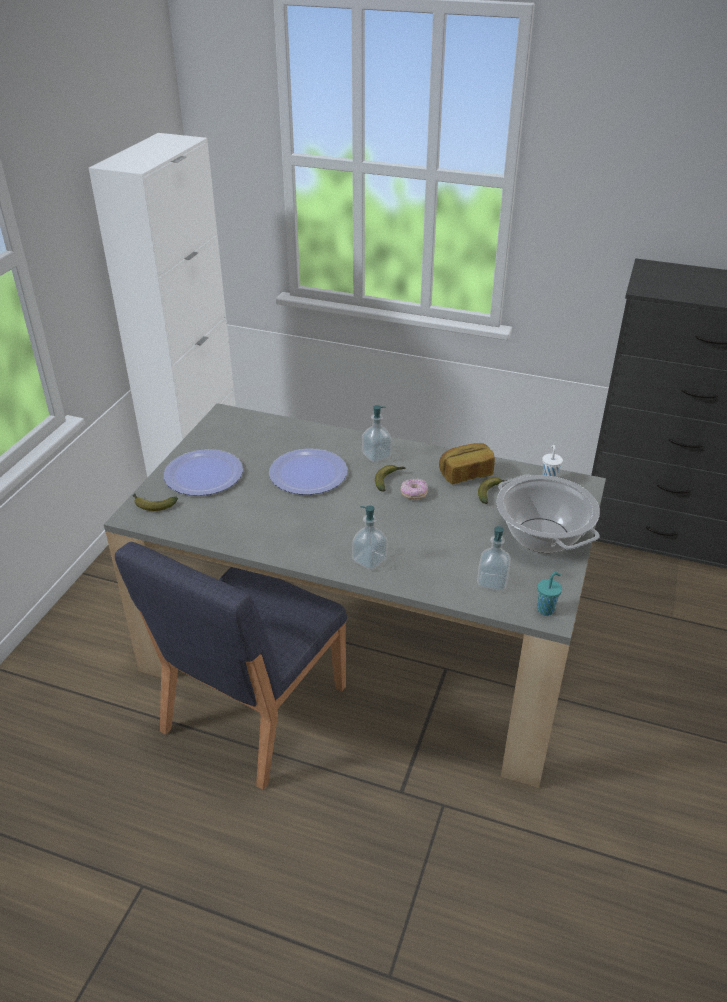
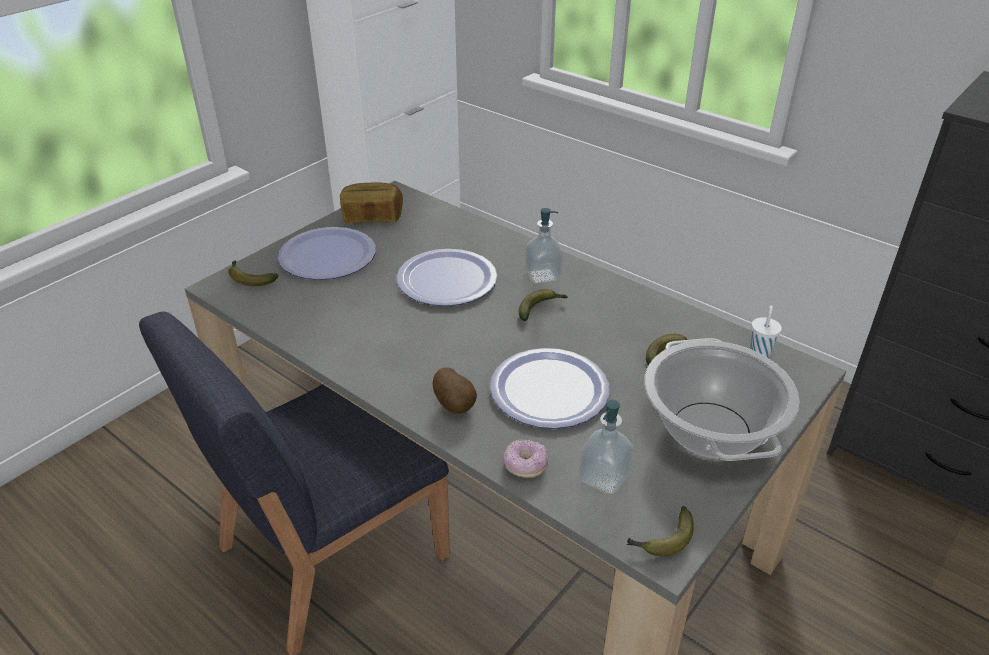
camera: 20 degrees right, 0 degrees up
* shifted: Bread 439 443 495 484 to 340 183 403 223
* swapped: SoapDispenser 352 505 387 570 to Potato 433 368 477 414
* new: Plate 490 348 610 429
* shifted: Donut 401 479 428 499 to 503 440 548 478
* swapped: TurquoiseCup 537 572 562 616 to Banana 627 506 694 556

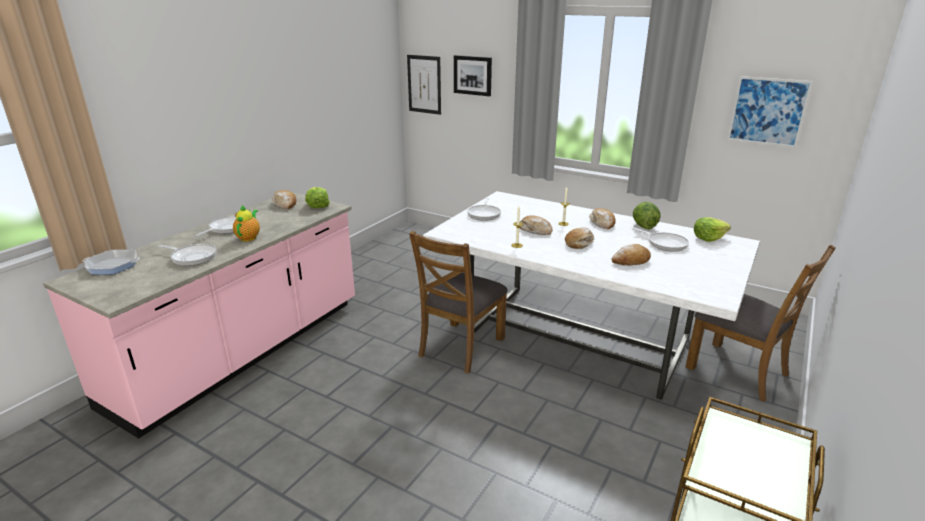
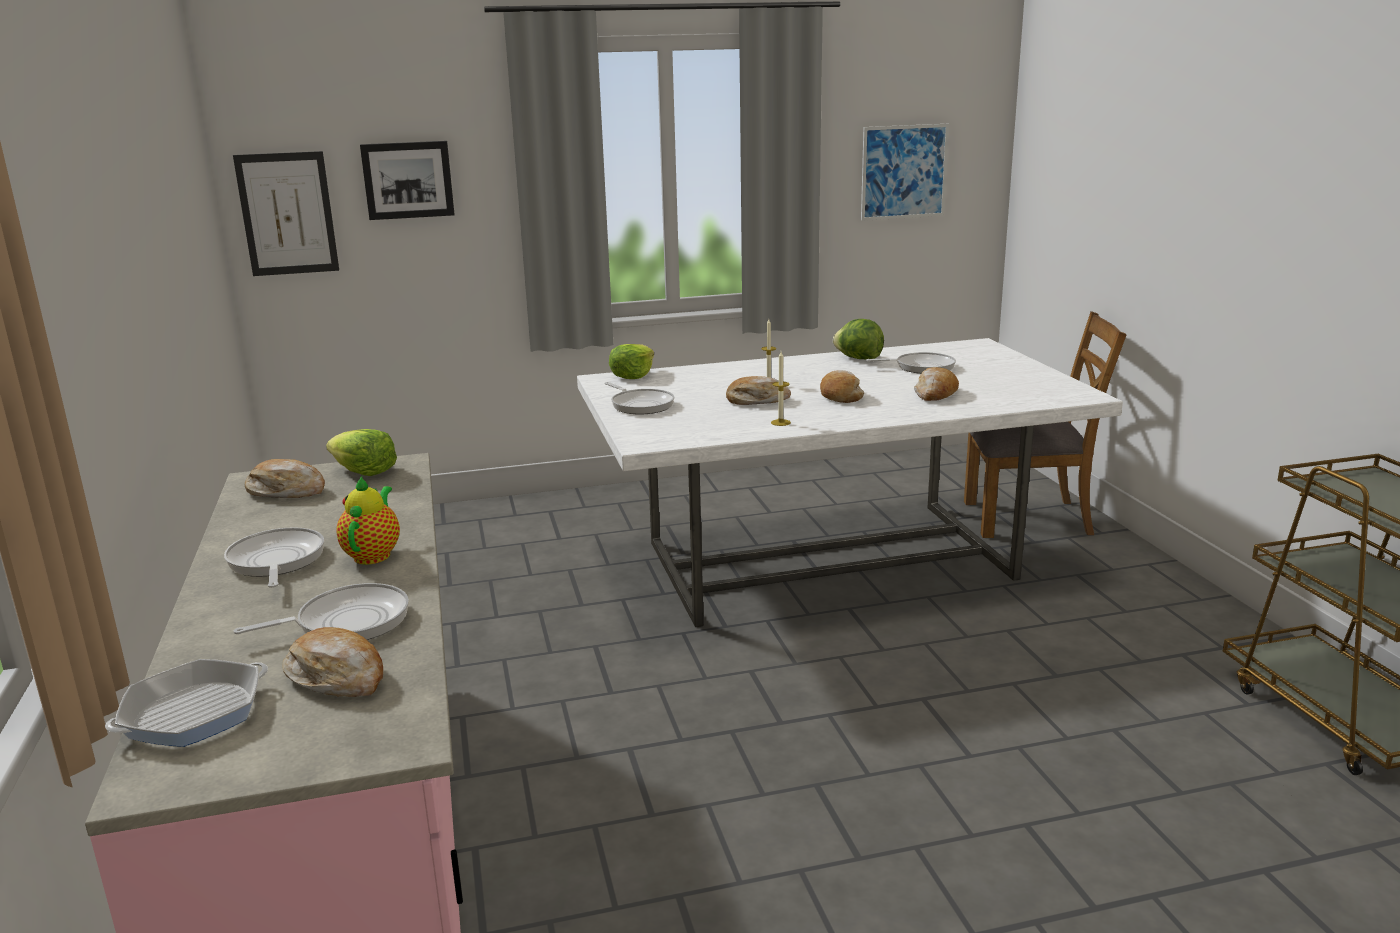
camera: 45 degrees left, 5 degrees down
* shifted: Bread 589 208 616 229 to 282 627 383 697
* rotated: Teapot 233 205 260 242 = 336 476 400 565 45 degrees clockwise
* shifted: Lettuce 694 217 731 242 to 609 344 654 379
* gone: BrownChair 409 231 508 374

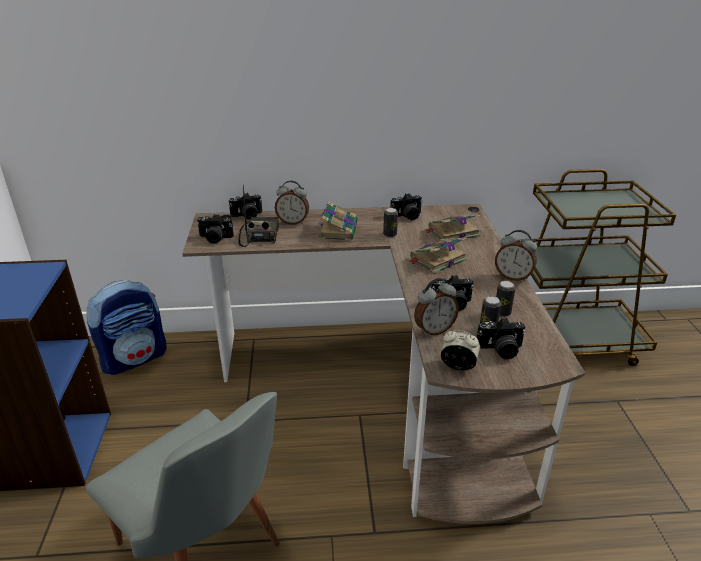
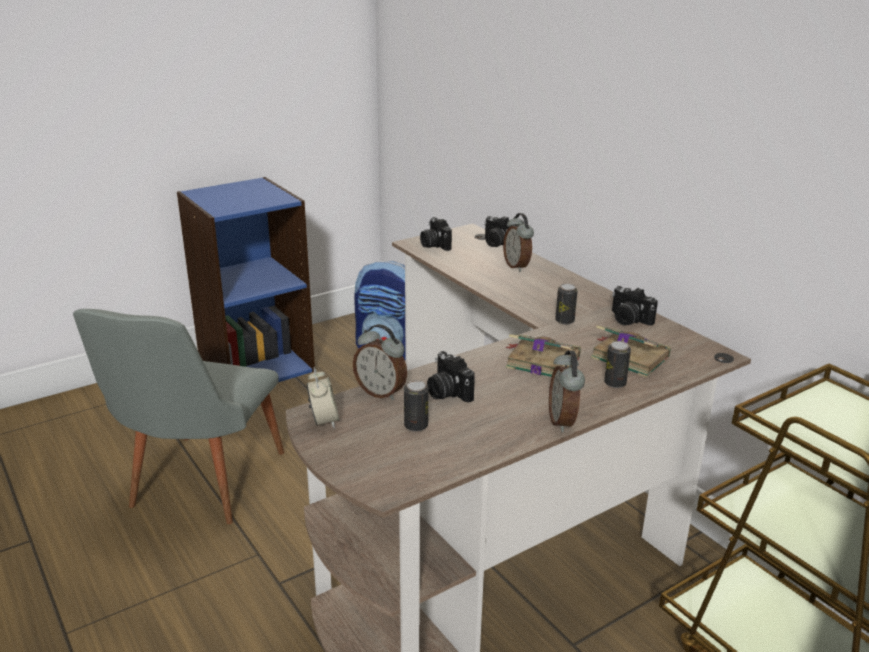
camera: 60 degrees right, 5 degrees down
* shifted: Can 496 281 516 317 to 604 341 631 388
* gone: Radio 238 184 279 247
* gone: Book 319 201 358 240
* gone: PhotoCamera 477 318 526 359

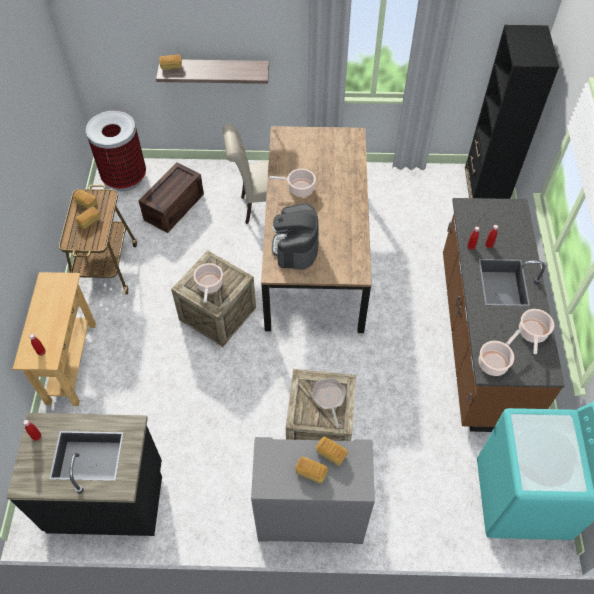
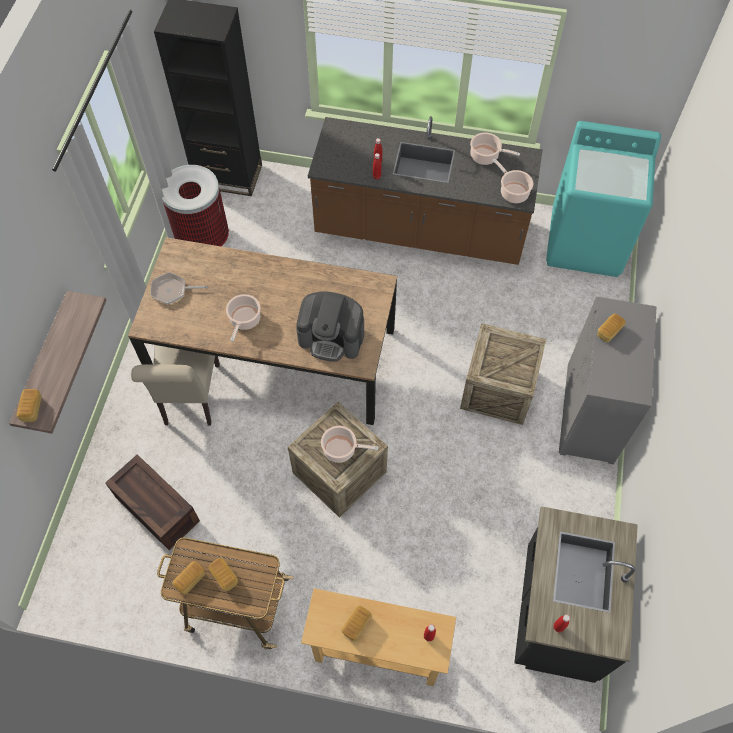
camera: 80 degrees left, 5 degrees up
* shifted: FryingPan 312 378 346 428 to 151 272 207 304
* shifted: TrashCan 86 111 146 191 to 162 165 229 247
* shifted: Bread 295 457 328 483 to 342 605 372 641

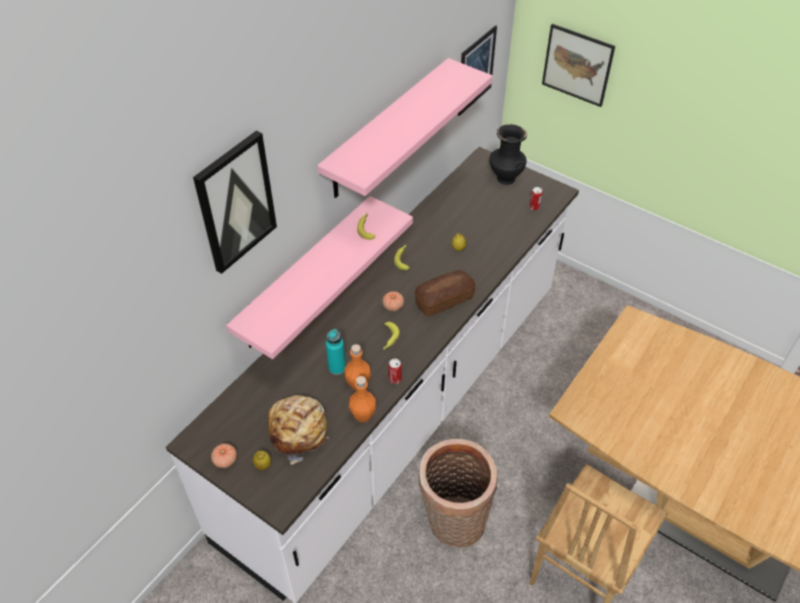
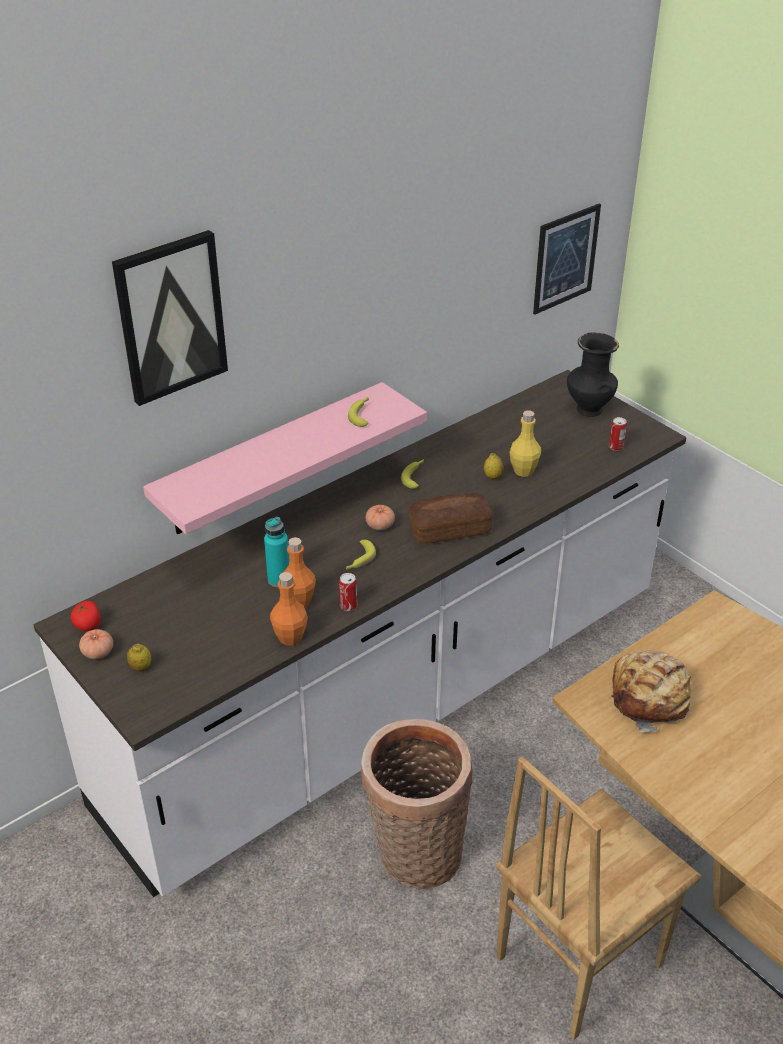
camera: 15 degrees right, 10 degrees down
* new: Tomato 71 601 101 631
* new: YellowBottle 510 410 541 477
* shifted: Bread 268 395 329 465 to 611 650 692 733
* gone: PinkShelf 317 58 493 198
* gone: Picture 542 24 615 107

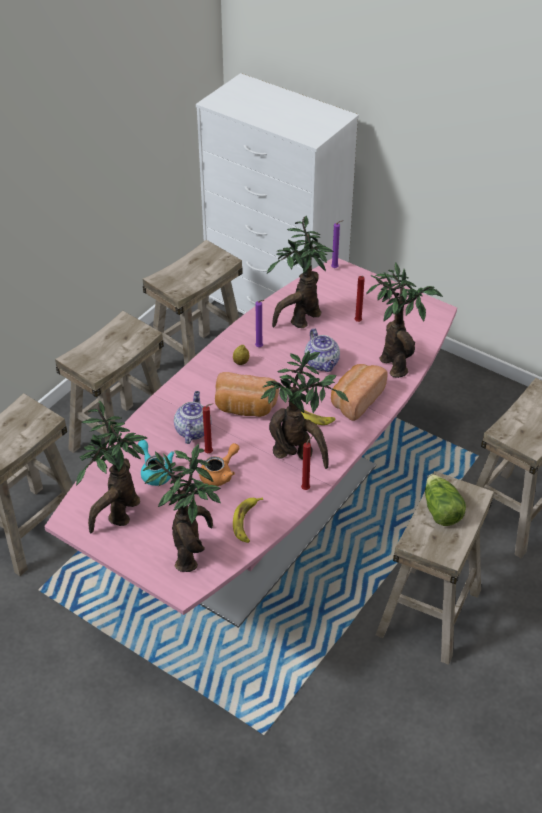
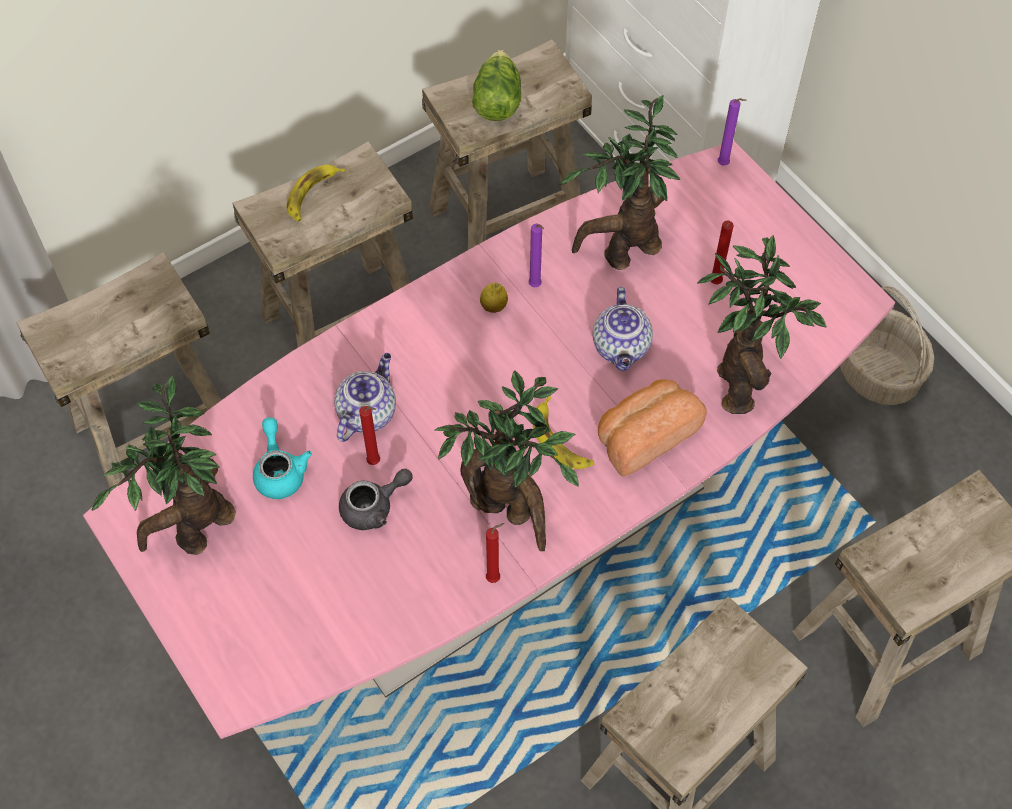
camera: 20 degrees right, 15 degrees up
* shifted: Banana 233 497 263 543 to 287 165 345 222
* repainted: OrangeTeapot 199 443 239 486 to GreyTeapot 339 469 413 530
* shifted: Lettuce 425 474 466 526 to 472 50 521 121
* new: Basket 840 286 934 405
* gone: PottedPlant 143 444 221 572
* gone: Bread 215 372 279 417

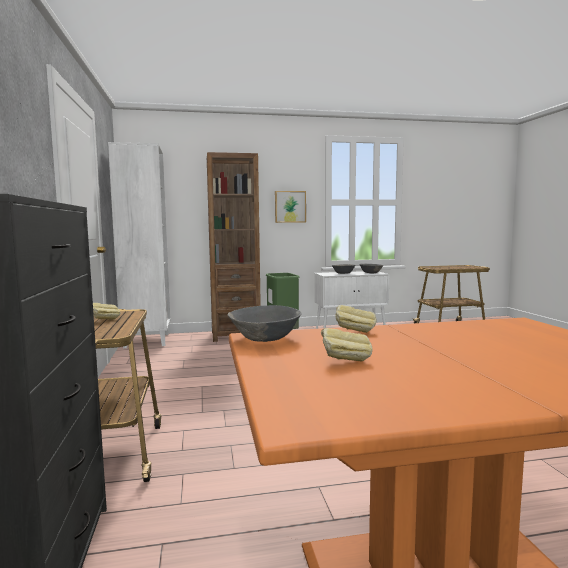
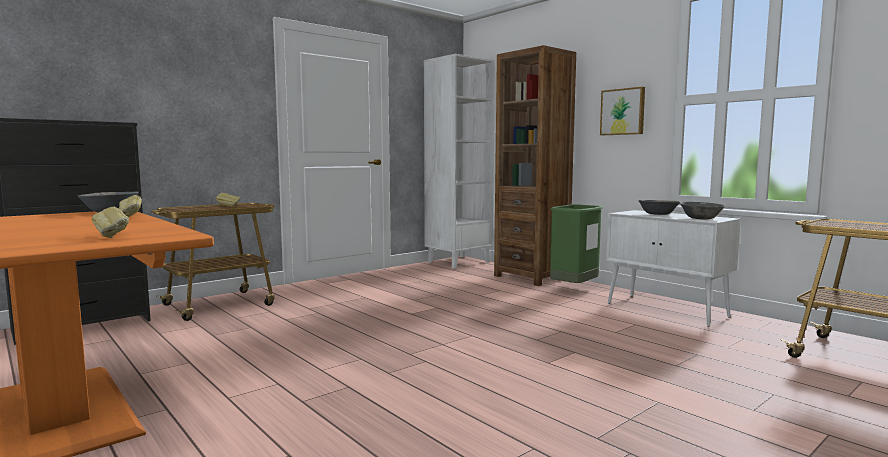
camera: 60 degrees right, 0 degrees up
* shifted: Bread 321 328 373 361 to 92 207 129 238

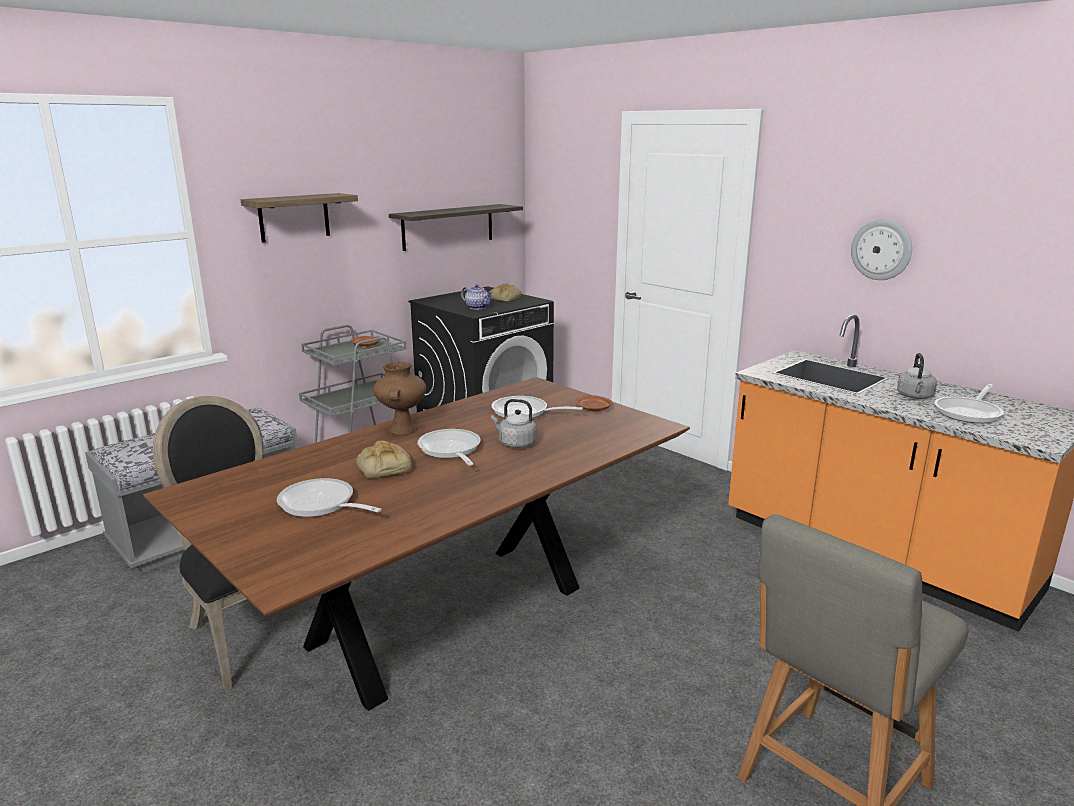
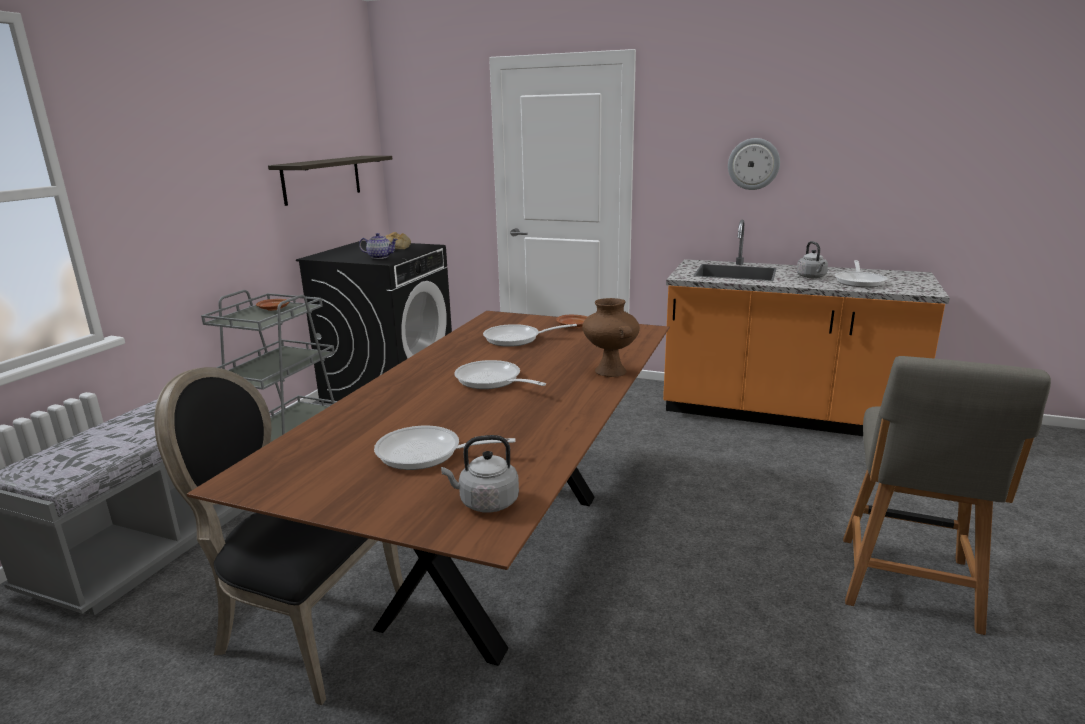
camera: 25 degrees left, 0 degrees up
* shifted: GreyKettle 491 399 537 448 to 441 435 519 513
* shifted: BrownVase 373 362 426 435 to 582 298 640 377
* gone: Shelf 241 193 358 243
* gone: Bread 356 441 412 478

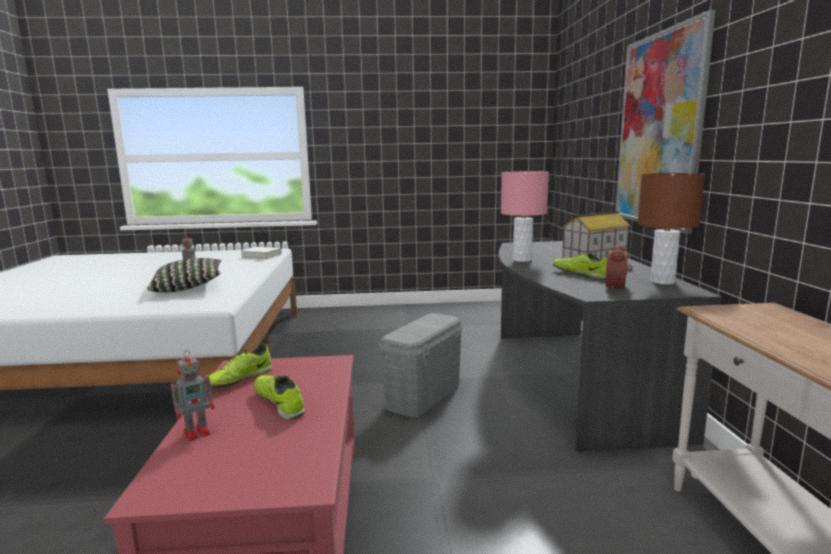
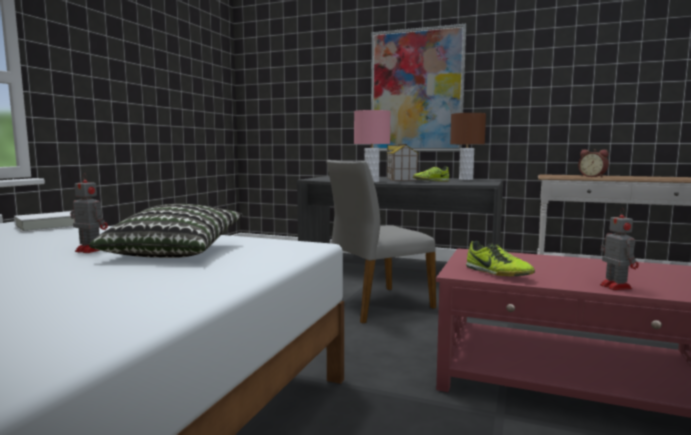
camera: 65 degrees left, 5 degrees down
* swapped: GreyStorageBox 379 313 462 417 to GreyChair 326 160 436 324
* shifted: AlarmClock 606 245 632 291 to 578 150 609 177
* gone: Shoe 254 375 305 420

